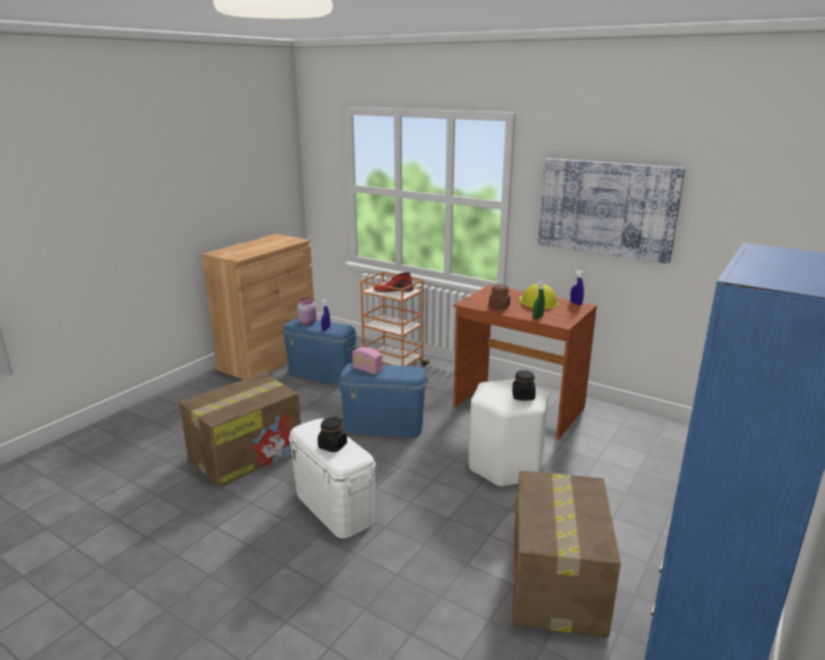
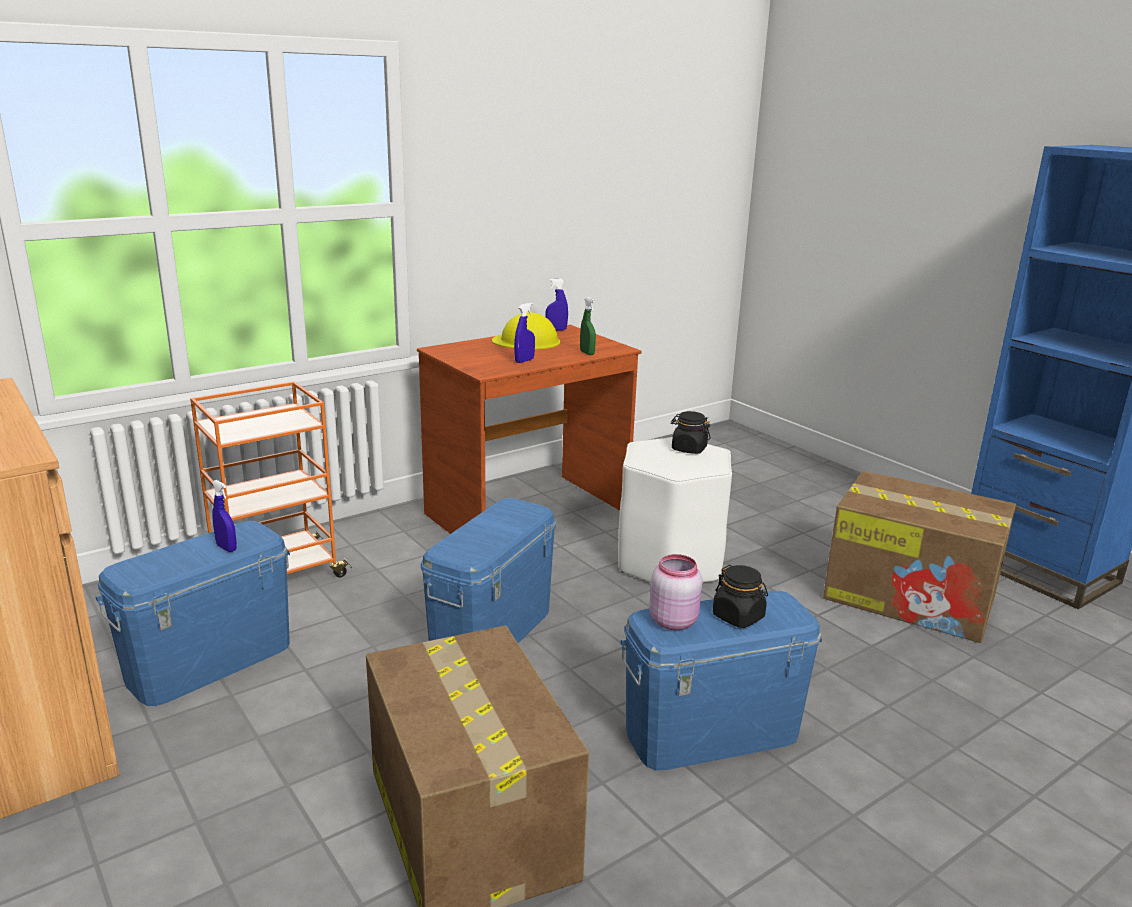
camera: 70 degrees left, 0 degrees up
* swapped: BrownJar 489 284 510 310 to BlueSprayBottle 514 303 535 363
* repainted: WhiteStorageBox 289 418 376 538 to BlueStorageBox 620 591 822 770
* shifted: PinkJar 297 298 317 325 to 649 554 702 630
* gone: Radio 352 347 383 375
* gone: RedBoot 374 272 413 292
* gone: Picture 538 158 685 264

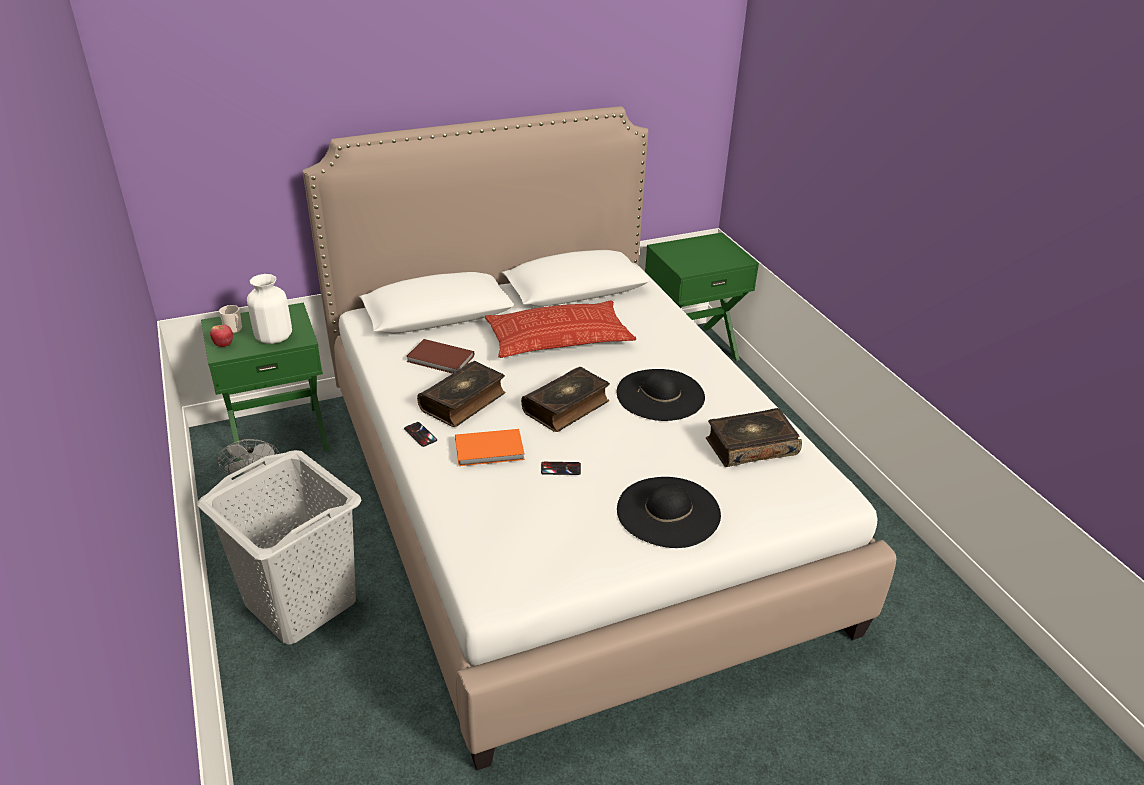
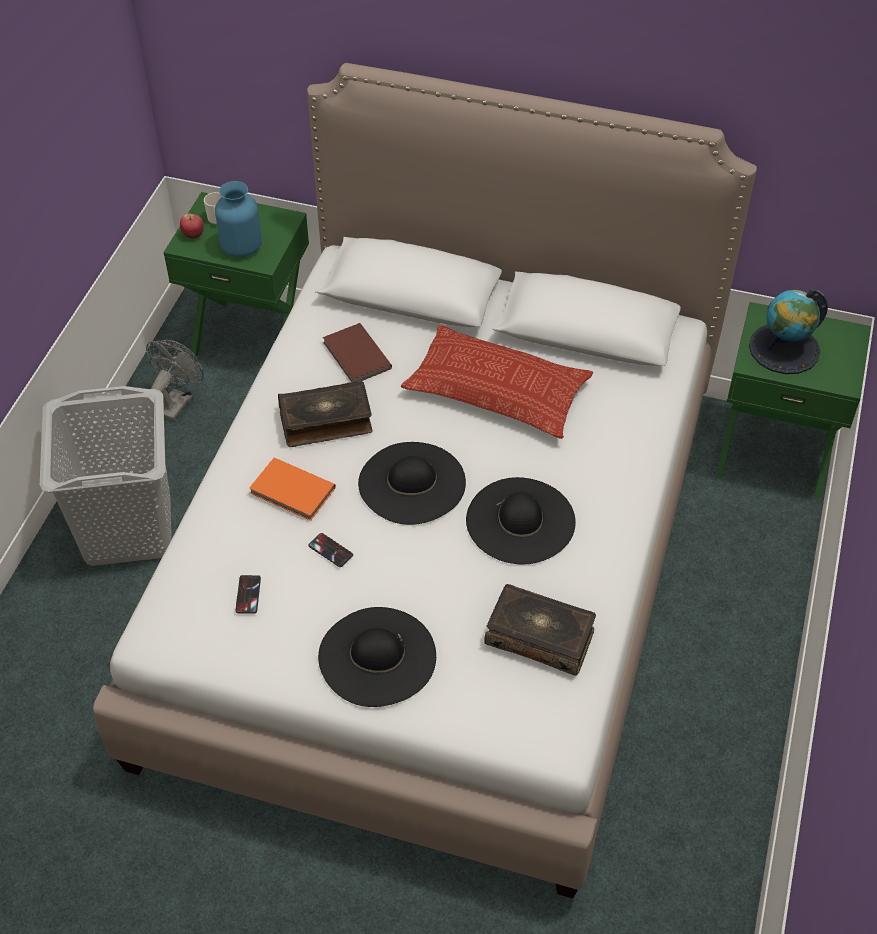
camera: 40 degrees right, 15 degrees up
* repainted: WhiteVase 247 274 292 344 to BlueVase 215 181 262 257
* shifted: Phone 404 422 437 447 to 235 575 261 614
* swapped: Book 521 367 610 432 to BlackHat 358 442 466 525
* new: Globe 749 289 828 374

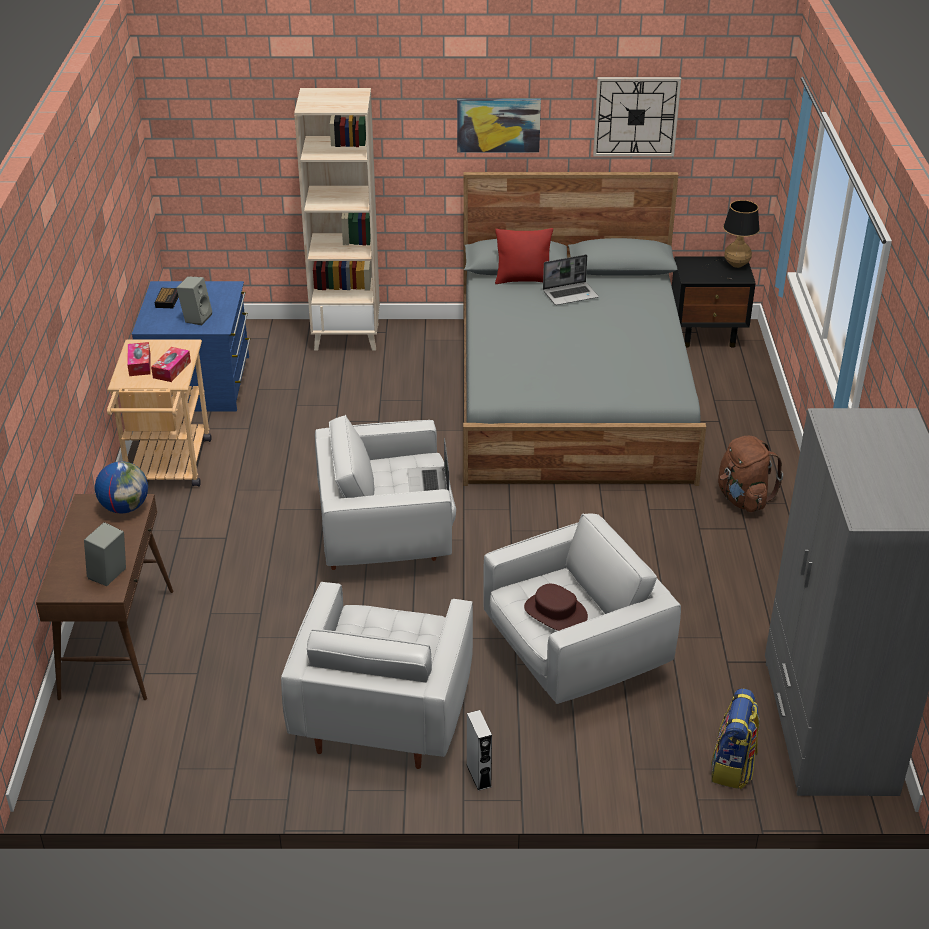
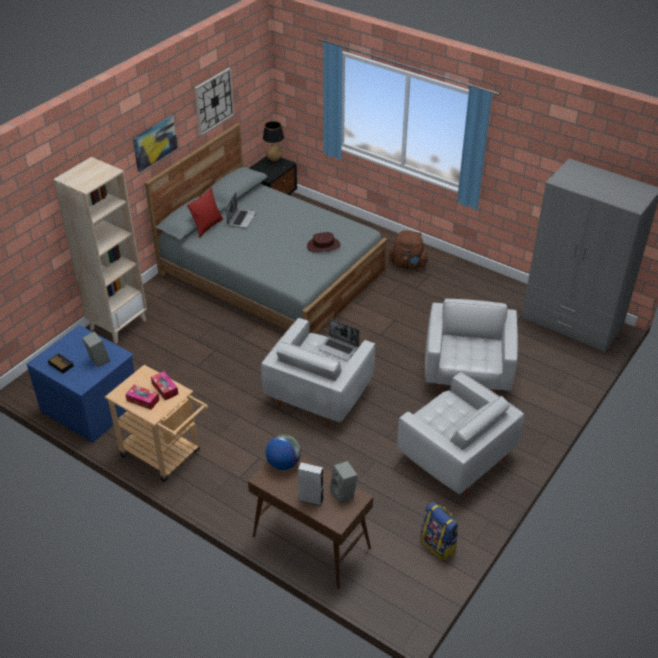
camera: 55 degrees left, 5 degrees up
* shifted: GreySpeaker 466 710 492 791 to 298 463 323 506
* shifted: BrownHat 524 584 588 631 to 307 232 340 252
* shifted: Backpack 711 688 759 789 to 420 502 459 561

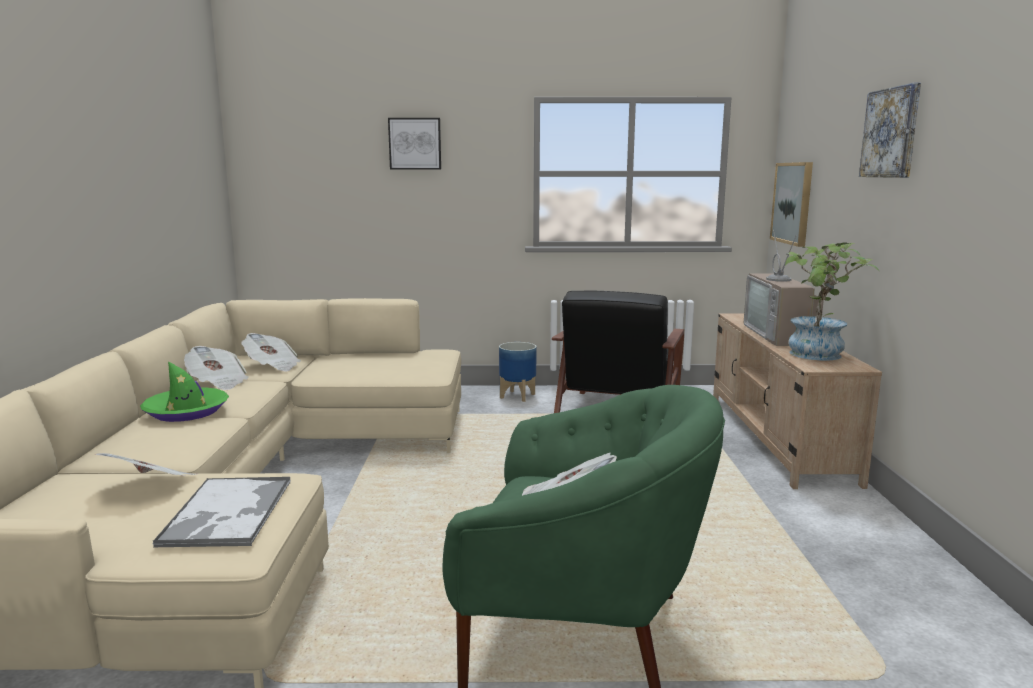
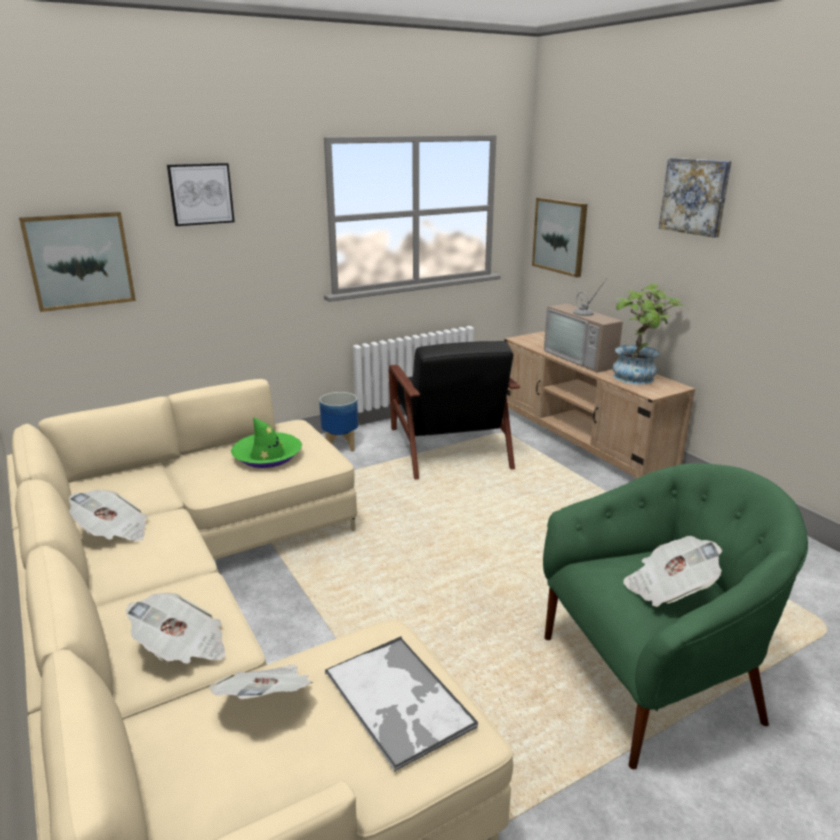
camera: 30 degrees left, 10 degrees up
* new: Picture 19 212 136 312
* shifted: Newspaper 241 333 301 372 to 126 593 226 664
* shifted: GreenHat 140 361 229 422 to 231 417 302 468

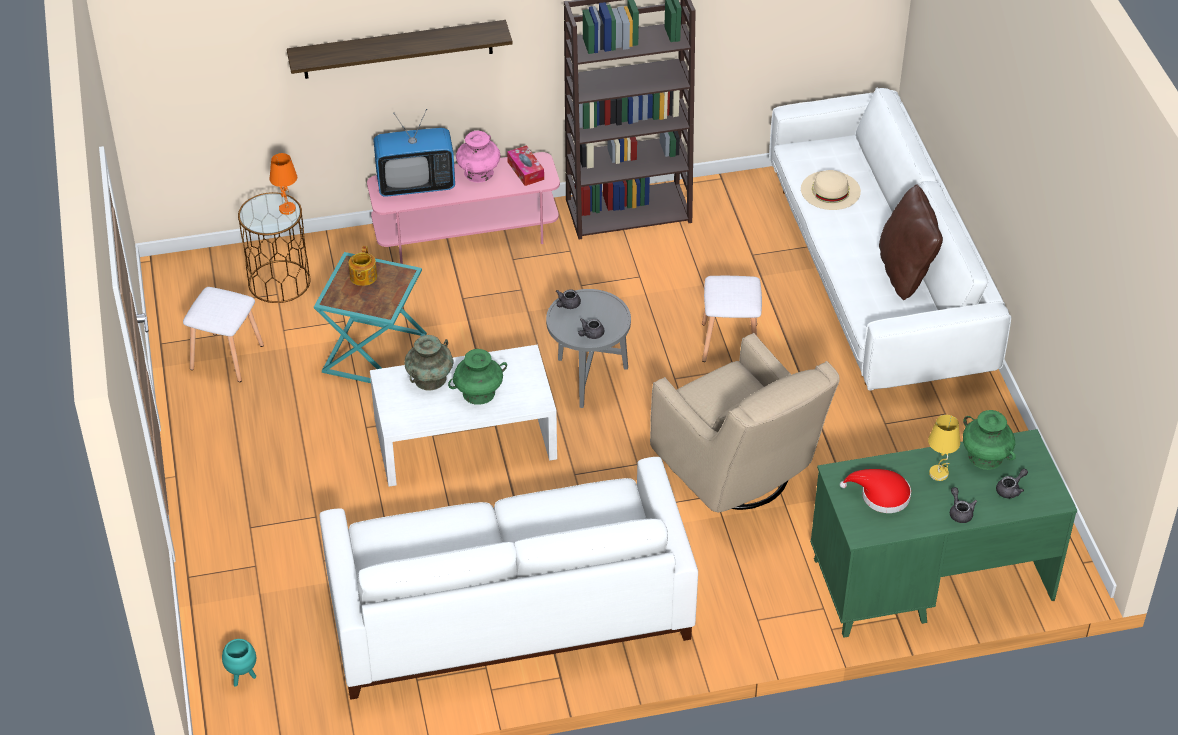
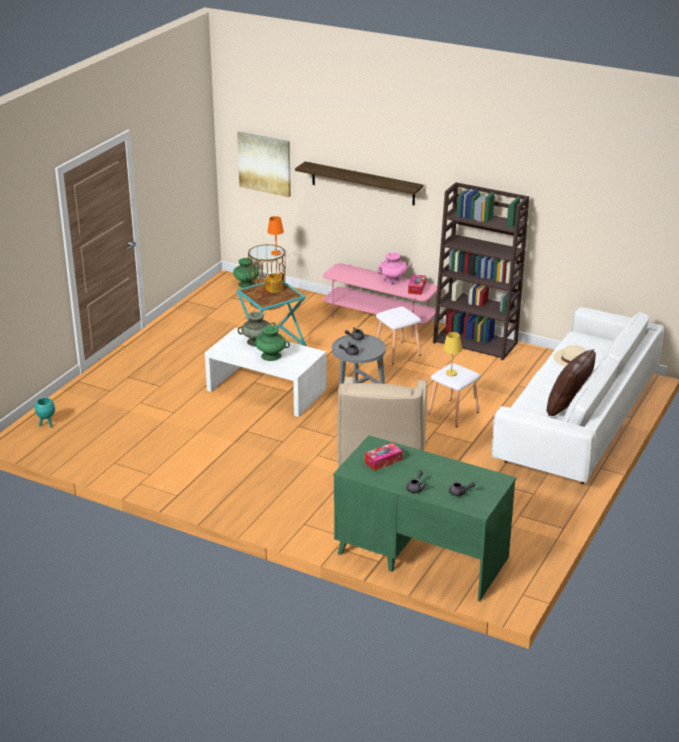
camera: 40 degrees right, 15 degrees down
* shifted: GreenVase 963 410 1016 470 to 233 258 259 288
* new: Picture 237 132 291 197
* swapped: RedHat 840 469 911 513 to TissueBox 364 443 403 471
* shifted: WhiteStool 183 287 264 382 to 376 306 421 364
* shifted: YellowTableLamp 928 415 960 481 to 443 332 462 377
* gone: WhiteSofa 319 457 698 700
* gone: Television 373 109 455 197

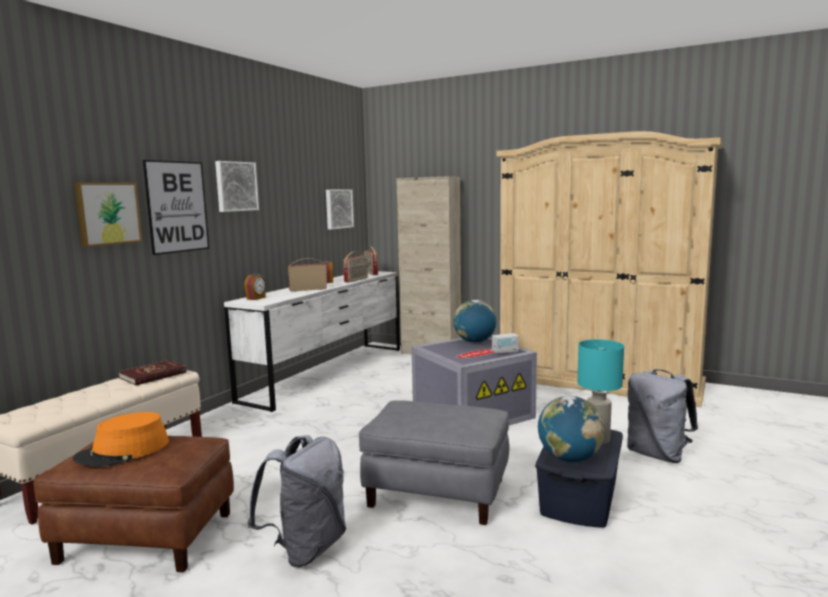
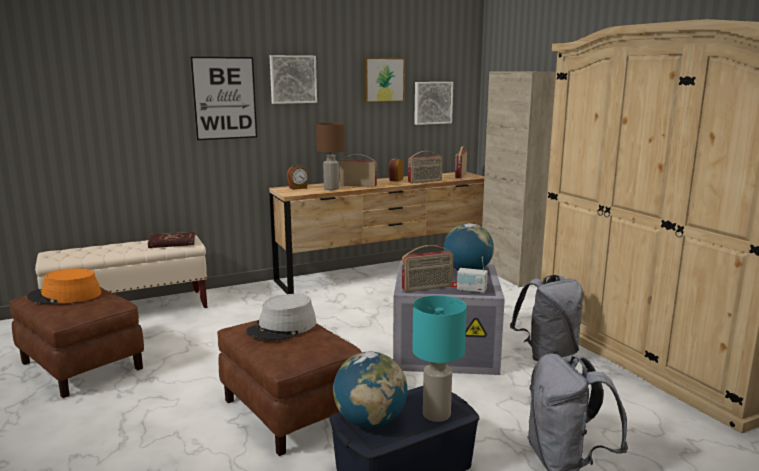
camera: 35 degrees right, 5 degrees up
* repainted: GreyOttoman 359 400 509 525 to BrownOttoman 217 320 362 456
* new: GreyHat 246 294 316 340
* repainted: WhiteDresser 224 271 400 412 to BrownDresser 269 172 484 294
* new: BrownTableLamp 316 122 345 190
* shifted: Picture 74 183 142 247 to 364 57 405 103
* new: Radio 401 245 454 292
* shifted: GreyBackpack 247 435 346 567 to 510 275 583 361

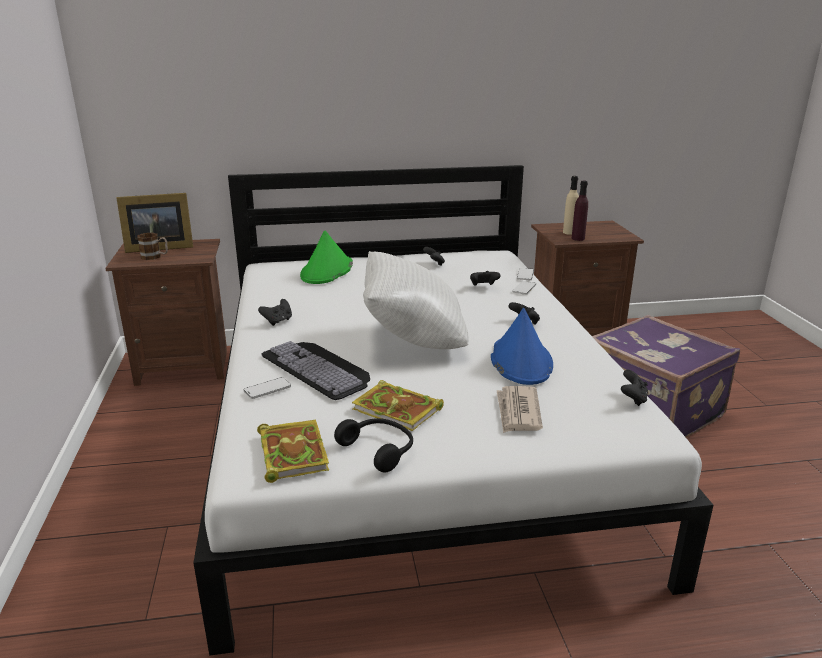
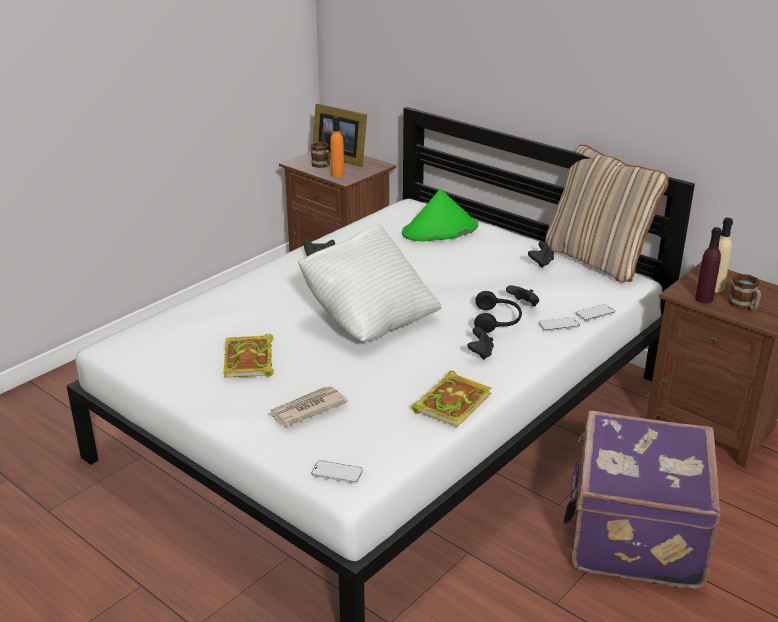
camera: 50 degrees right, 5 degrees up
* shifted: Phone 244 377 291 399 to 311 460 363 483
* new: OrangeBottle 330 116 344 177
* shifted: Book 257 419 329 483 to 411 371 492 427
* shifted: BlackHeadphones 334 418 413 472 to 474 291 522 333
* new: BeigePillow 545 145 669 282
* new: Mug 729 274 761 310
* gone: Keyboard 261 341 370 400
* gone: BlueHat 491 308 553 385
* gone: BlackGameController 621 370 648 406

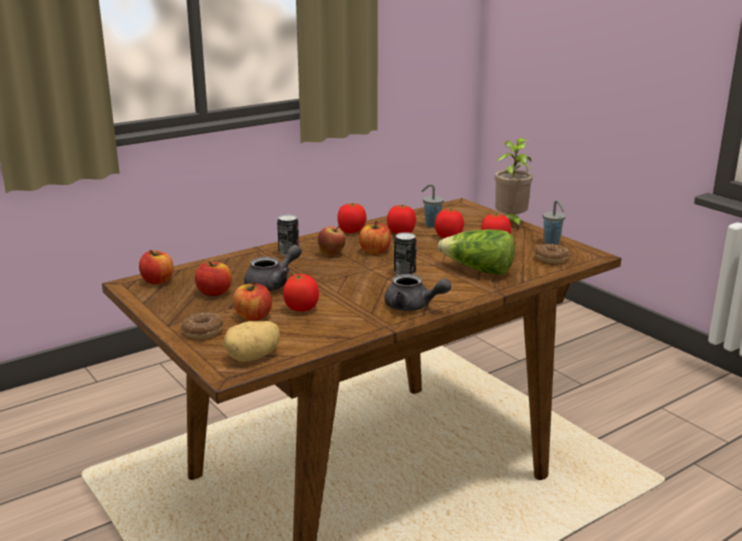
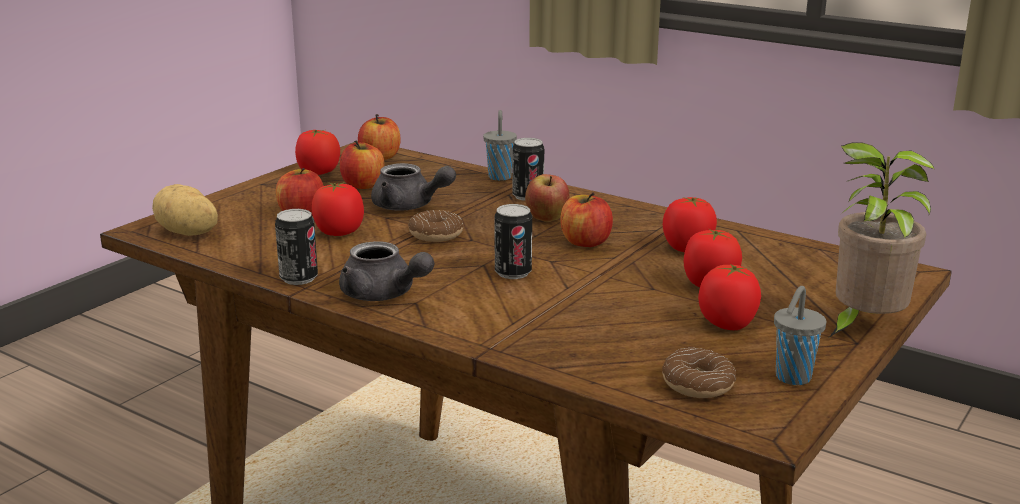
camera: 70 degrees right, 0 degrees up
* new: Can 275 209 318 285
* shifted: Tomato 338 203 367 233 to 295 130 340 175
* rotated: GreyTeapot 384 274 451 311 = 339 241 434 301 60 degrees counterclockwise
* shifted: Donut 181 313 223 339 to 408 210 464 242
* shifted: GreyCup 421 184 444 228 to 483 110 517 181
* gone: Lettuce 438 229 515 275

